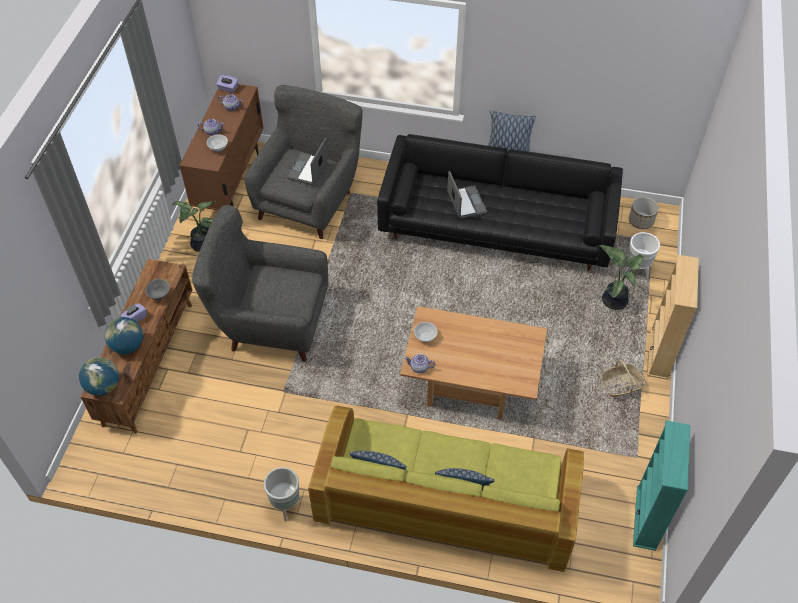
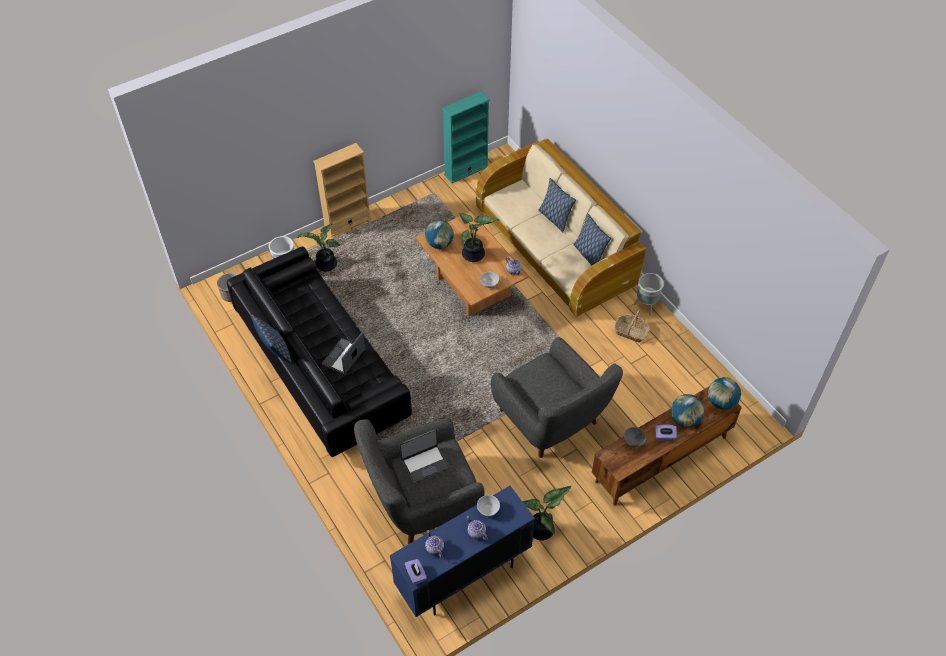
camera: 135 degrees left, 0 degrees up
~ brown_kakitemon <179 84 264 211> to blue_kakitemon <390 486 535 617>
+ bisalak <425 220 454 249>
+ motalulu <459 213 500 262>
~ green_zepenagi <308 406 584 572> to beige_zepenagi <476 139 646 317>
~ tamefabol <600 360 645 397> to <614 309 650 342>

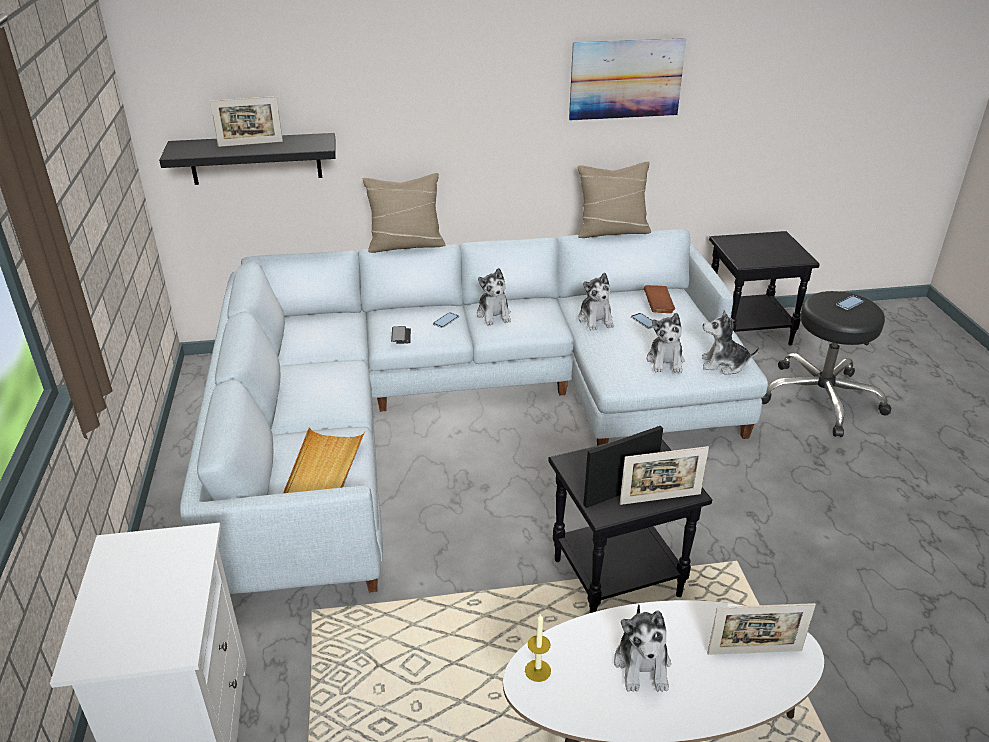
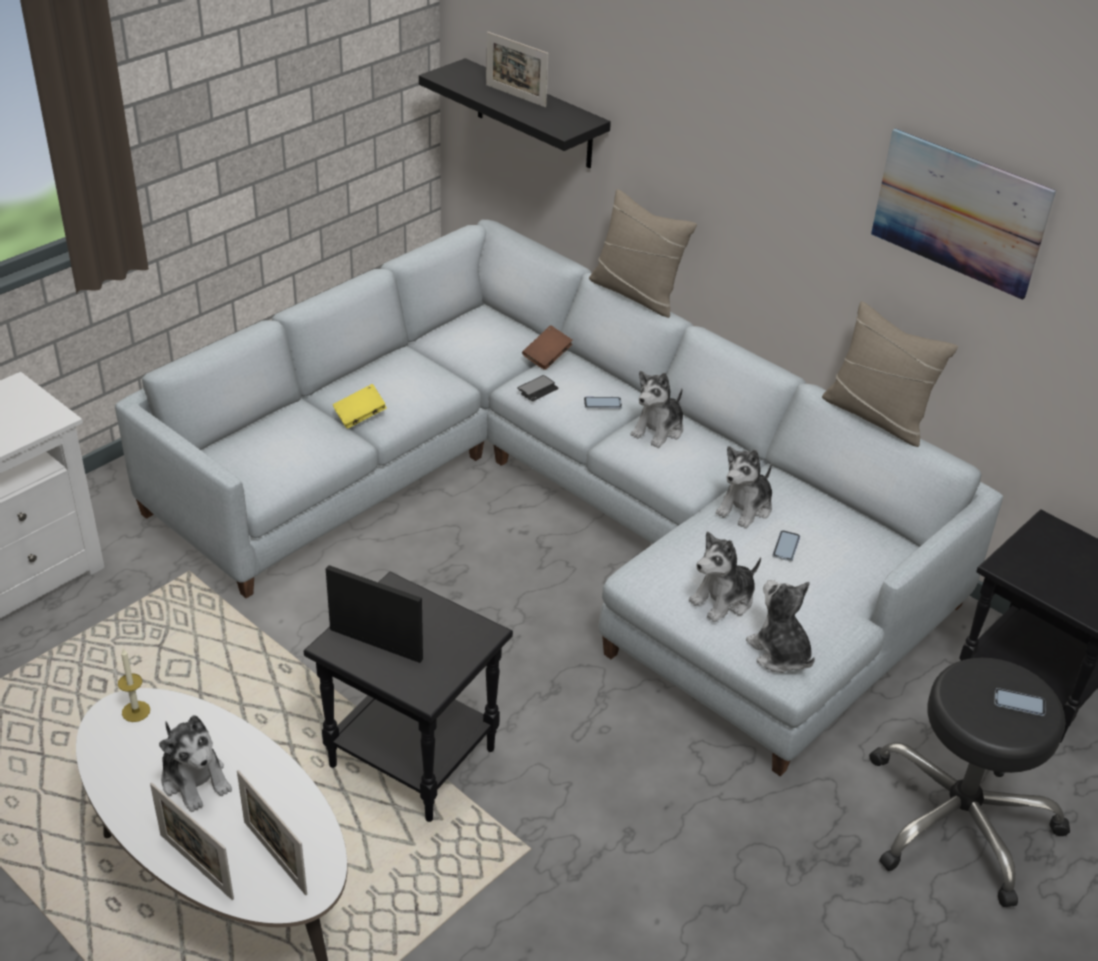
camera: 50 degrees right, 5 degrees up
~ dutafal <620 446 709 505> to <150 783 234 900>
~ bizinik <614 604 671 692> = <159 715 232 812> 90 degrees counterclockwise
+ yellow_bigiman <333 384 387 429>
~ brown_bigiman <644 285 675 313> to <522 325 573 370>
- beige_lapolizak <283 427 365 493>

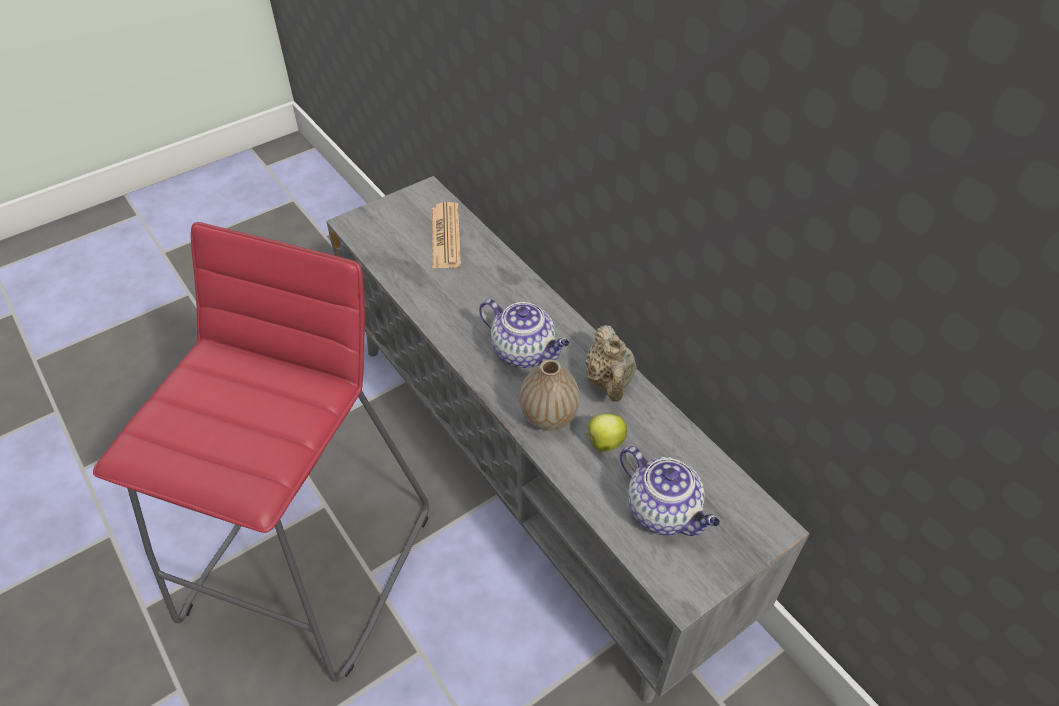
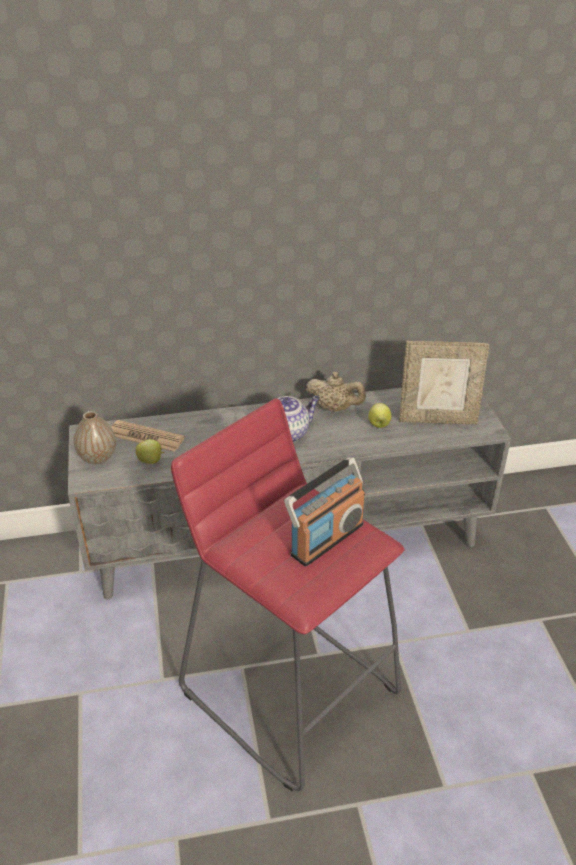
camera: 65 degrees left, 10 degrees down
~ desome <520 359 580 431> to <74 411 116 464>
+ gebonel <136 439 165 464>
+ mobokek <284 457 365 566>
~ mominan <620 446 720 536> to dutafal <399 341 490 425>

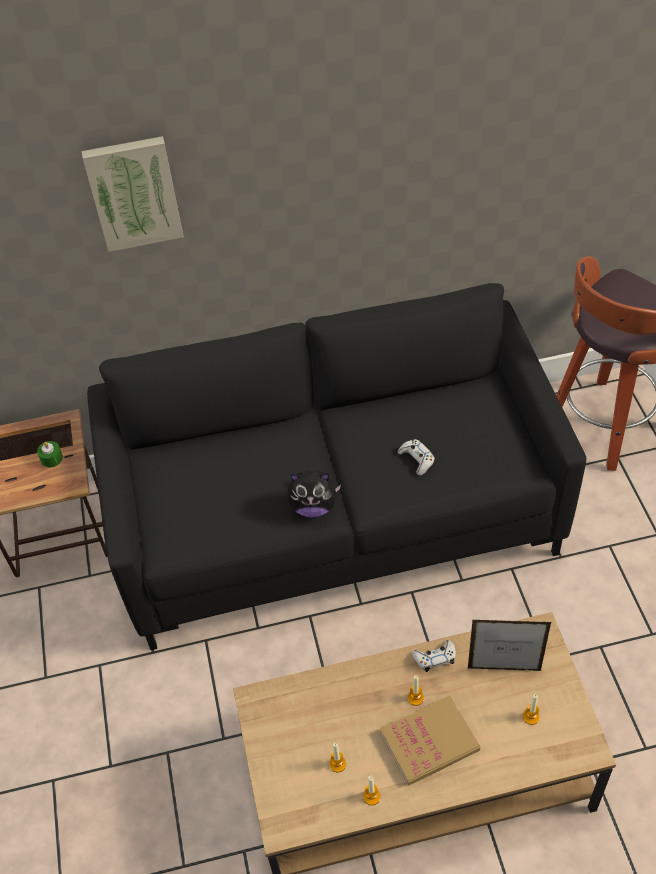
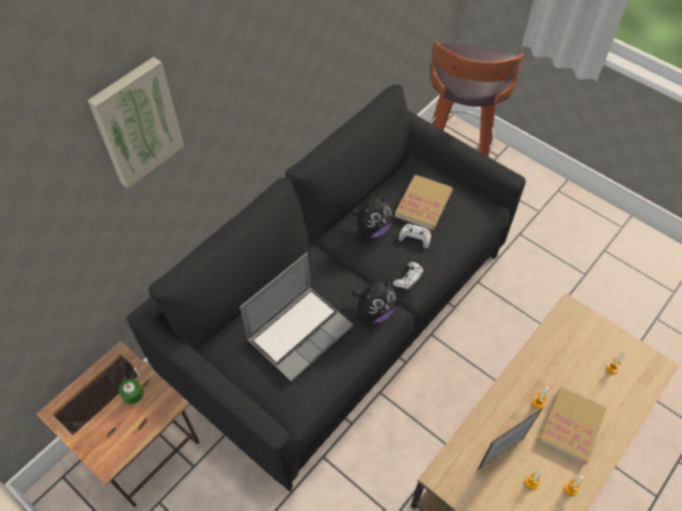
camera: 40 degrees left, 5 degrees up
+ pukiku <240 253 353 382>
+ bizinik <351 195 393 238>
~ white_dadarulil <412 640 456 672> to <393 262 424 290>
+ bigiman <395 175 453 230>
~ dutafal <468 620 551 671> to <477 408 543 470>

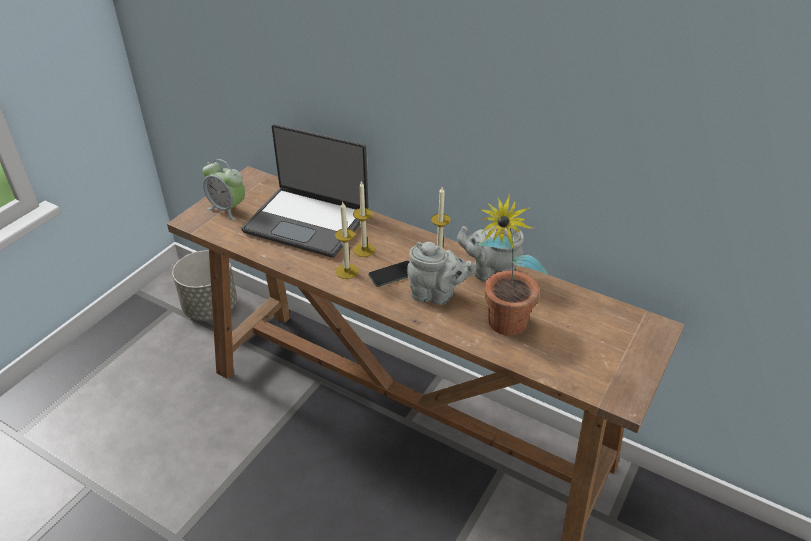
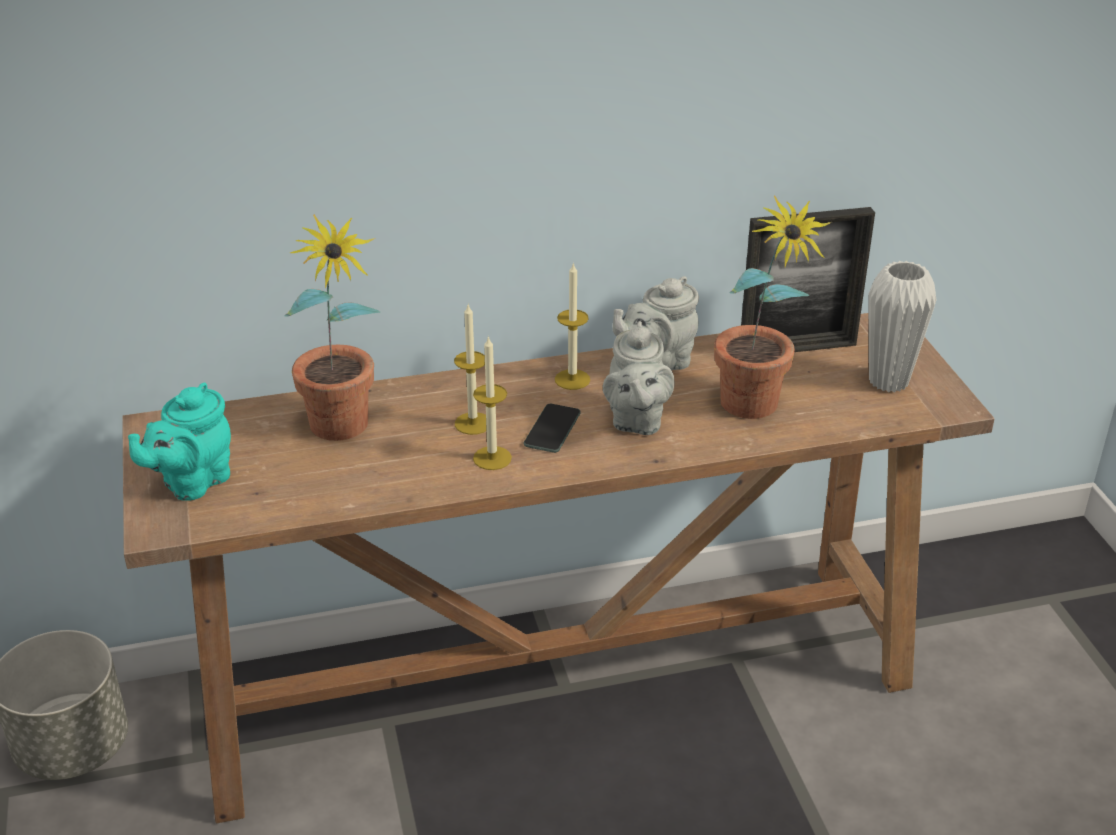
camera: 45 degrees left, 5 degrees down
~ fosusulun <203 159 245 220> to turquoise_mominan <128 383 231 501>
~ pukiku <241 124 368 258> to motalulu <284 214 380 441>
~ grey_mominan <407 242 476 305> = <603 321 675 435> 120 degrees clockwise
+ dutafal <741 207 875 352>
+ white_desome <869 261 936 392>

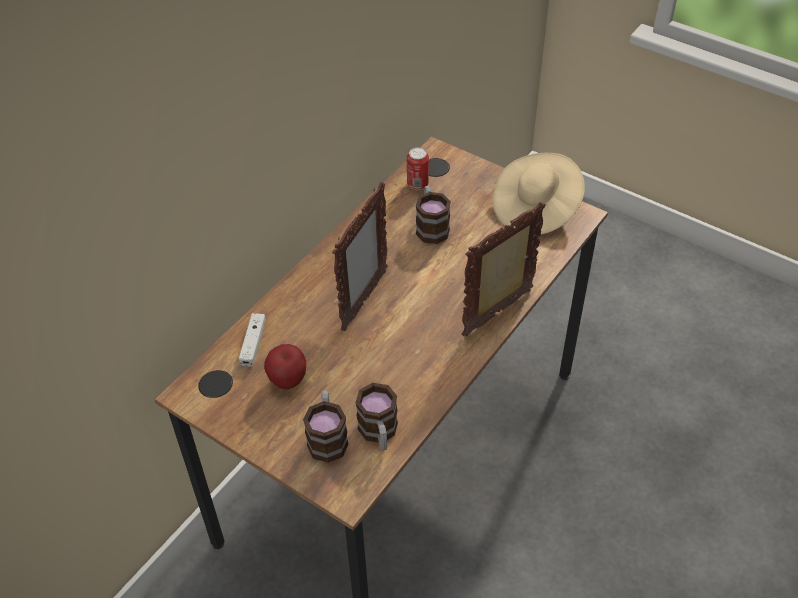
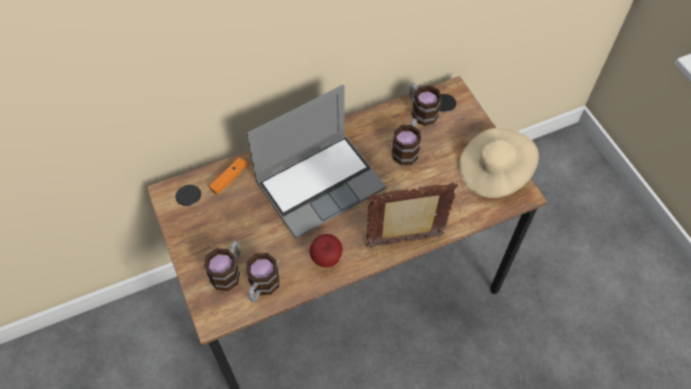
camera: 30 degrees right, 10 degrees up
~ white_dadarulil <239 313 266 367> to orange_dadarulil <209 157 247 195>
~ dutafal <332 182 388 331> to pukiku <247 85 386 239>
~ gebonel <264 344 306 389> to <309 234 343 268>
~ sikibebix <407 147 429 190> to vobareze <409 83 442 126>

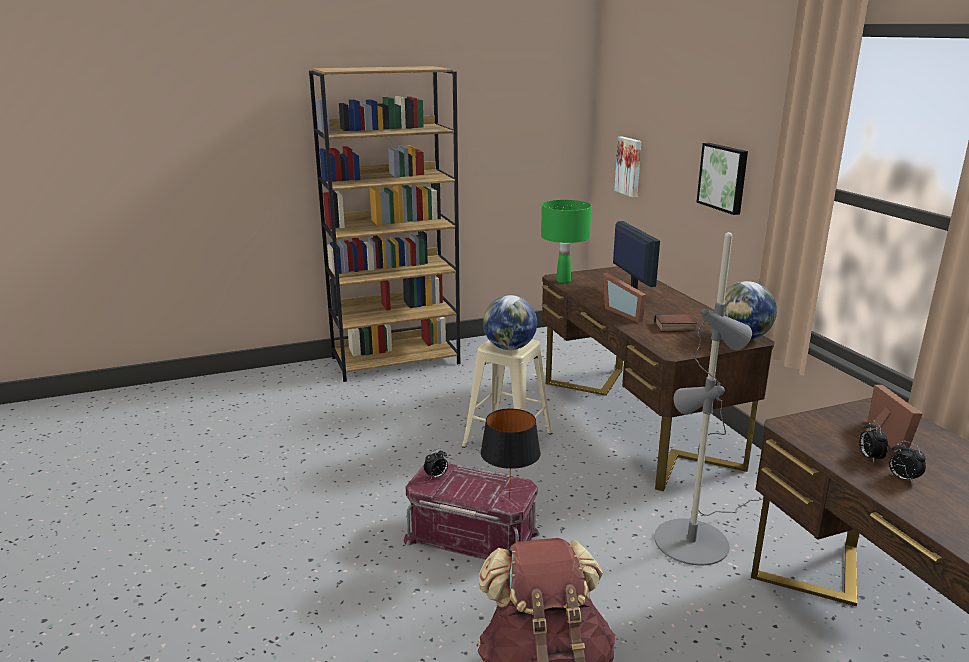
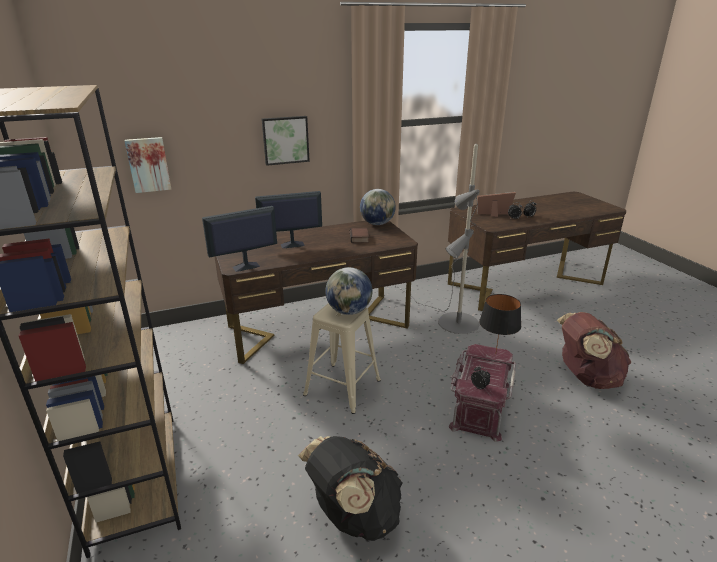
camera: 90 degrees left, 5 degrees up
~ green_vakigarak <541 200 592 283> to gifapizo <202 206 277 272>
+ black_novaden <298 436 403 541>
- dutafal <603 273 646 323>

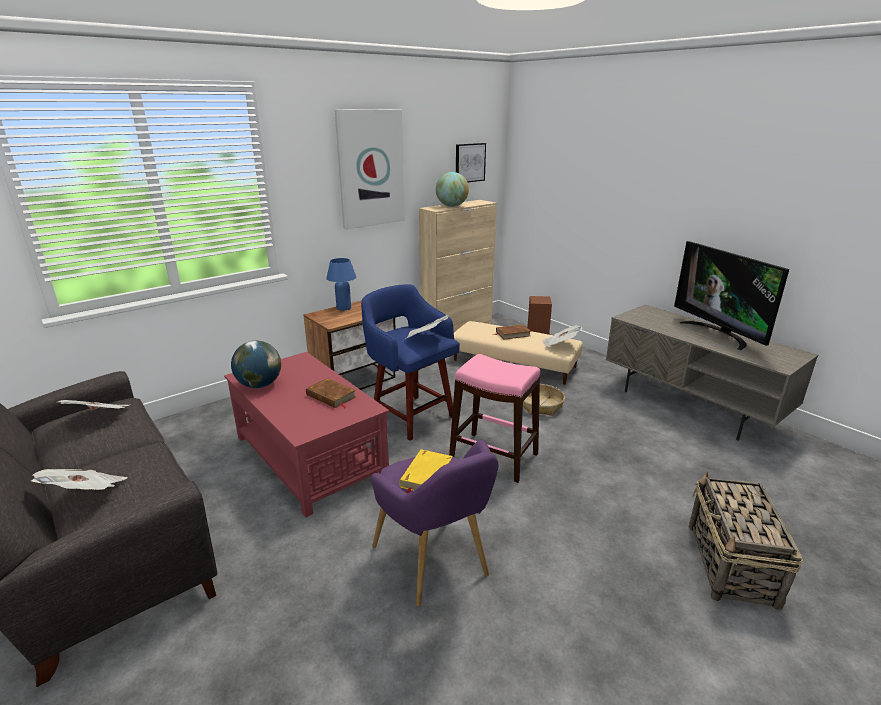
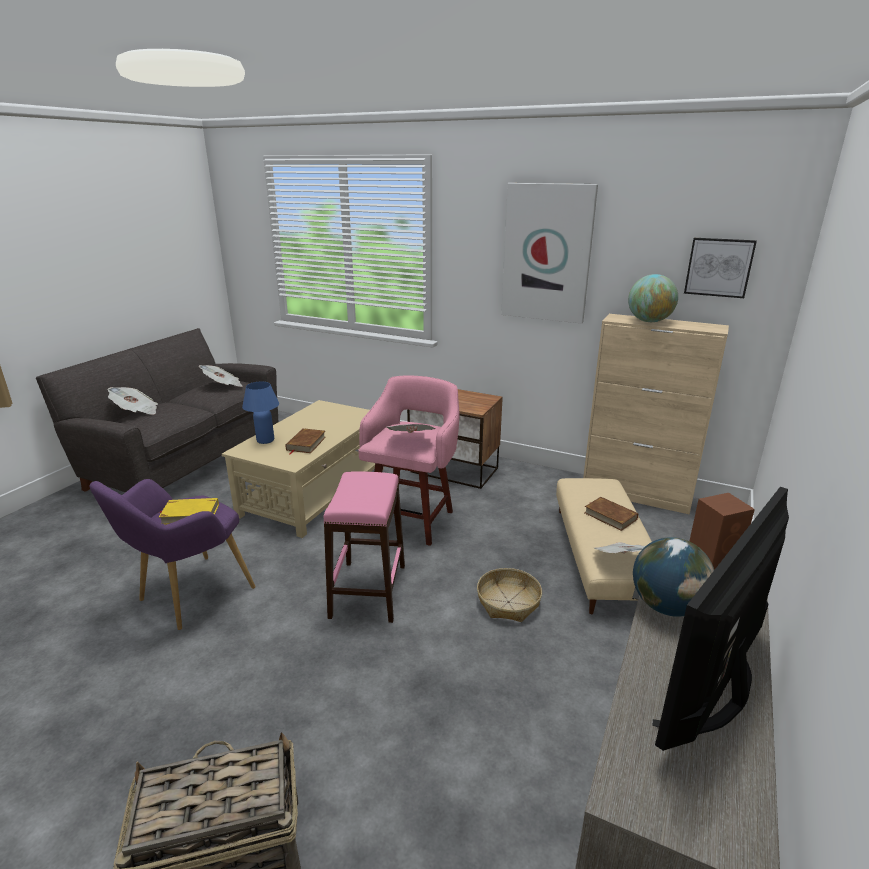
camera: 65 degrees right, 0 degrees up
~ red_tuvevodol <224 352 389 517> to beige_tuvevodol <222 400 384 538>
~ blue_vakigarak <326 258 356 310> to <242 382 279 444>
~ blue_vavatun <361 284 460 441> to pink_vavatun <358 375 460 546>
~ bisalak <231 341 281 388> to <633 537 714 617>

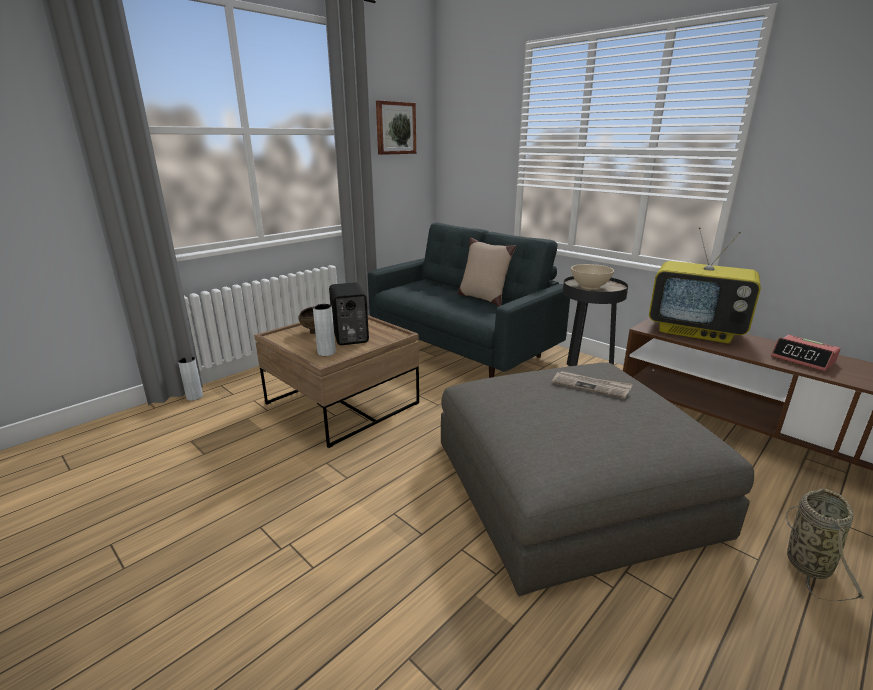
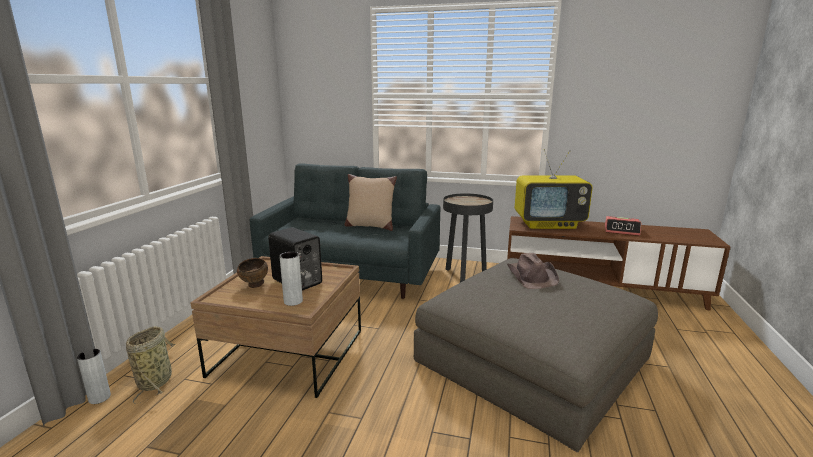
camera: 30 degrees left, 5 degrees down
~ tamefabol <786 489 865 601> to <126 326 175 404>
~ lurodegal <552 371 633 399> to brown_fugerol <507 253 559 289>
- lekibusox <376 100 416 155>
- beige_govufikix <571 264 614 289>

